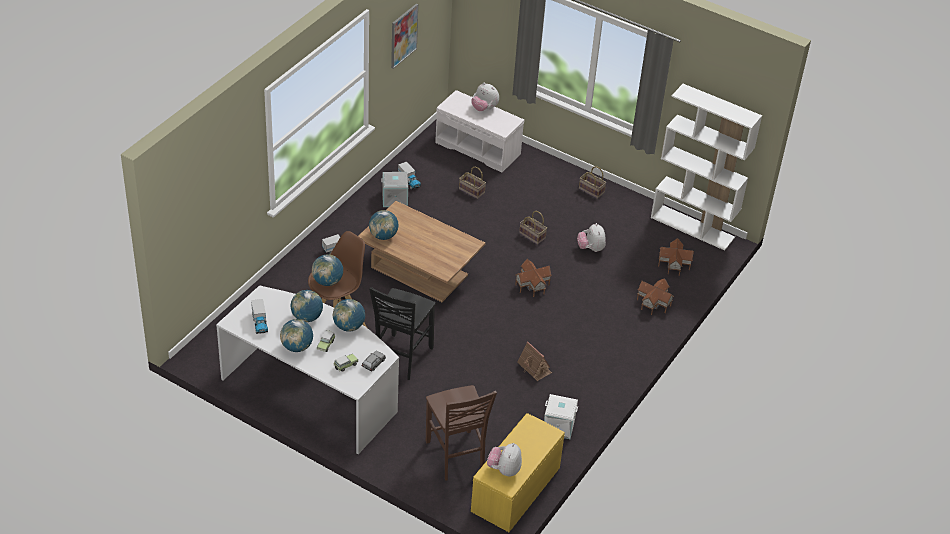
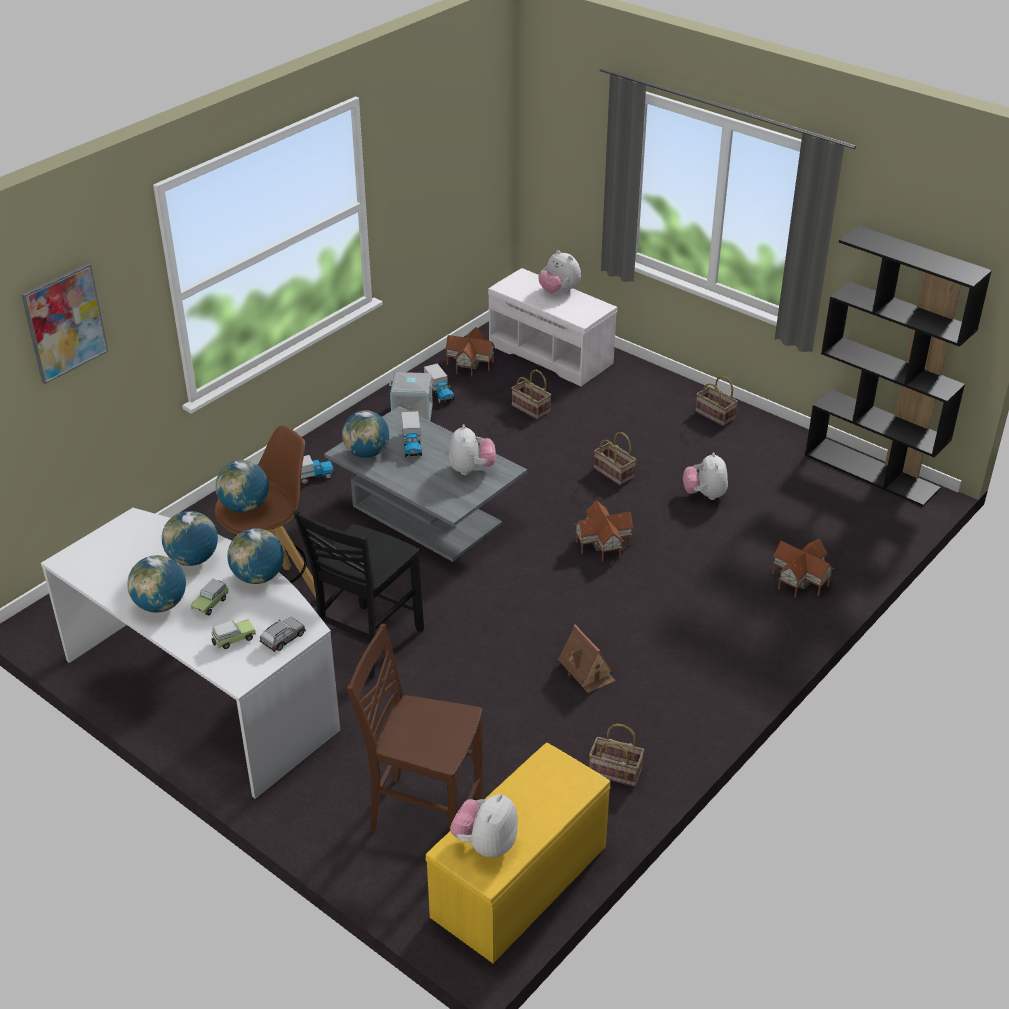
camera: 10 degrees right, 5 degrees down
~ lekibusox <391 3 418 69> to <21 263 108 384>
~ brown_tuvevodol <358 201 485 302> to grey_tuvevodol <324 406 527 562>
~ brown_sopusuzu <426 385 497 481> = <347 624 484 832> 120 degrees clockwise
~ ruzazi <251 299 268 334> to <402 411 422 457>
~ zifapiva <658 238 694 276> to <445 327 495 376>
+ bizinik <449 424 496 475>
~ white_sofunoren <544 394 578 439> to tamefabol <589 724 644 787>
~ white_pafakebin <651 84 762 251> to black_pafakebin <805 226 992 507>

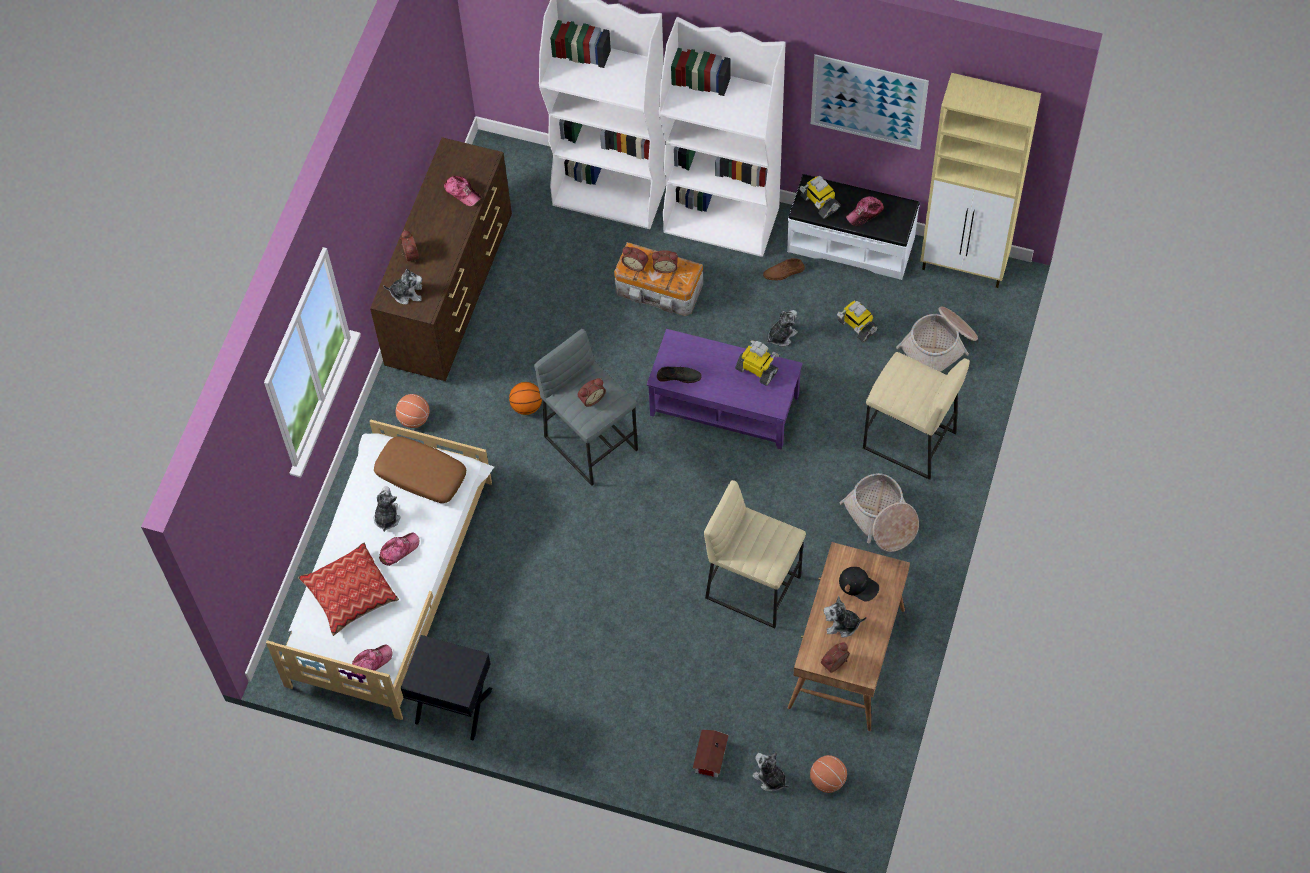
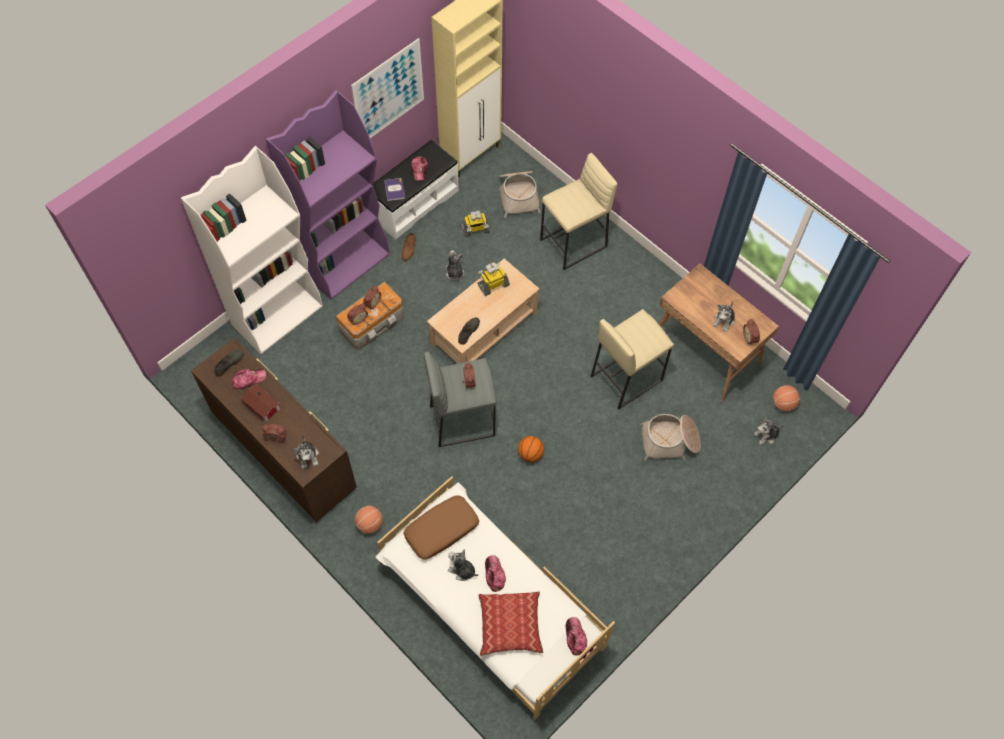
camera: 65 degrees left, 0 degrees up
+ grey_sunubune <214 350 244 377>
~ zifapiva <693 730 728 778> to <241 384 280 422>
~ white_pafakebin <659 17 786 257> to purple_pafakebin <266 90 390 300>
~ bizinik <383 269 422 305> = <293 435 319 469> 135 degrees clockwise
~ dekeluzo <799 176 841 219> to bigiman <384 178 405 201>
~ purple_tuvevodol <647 329 803 450> to beige_tuvevodol <427 258 540 364>
~ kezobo <509 382 542 415> to <518 436 544 462>
~ tamefabol <839 473 919 552> to <640 414 701 461>
- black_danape <401 635 492 741>
- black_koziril <839 567 879 602>

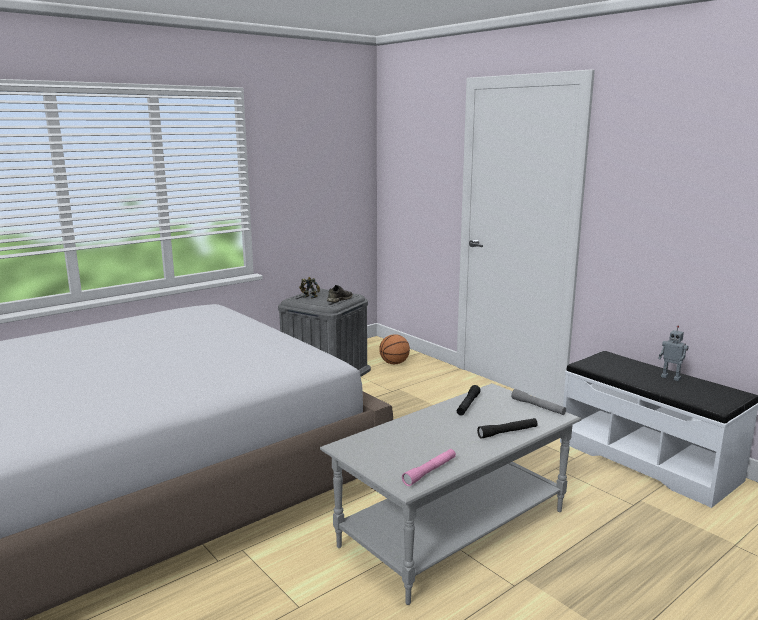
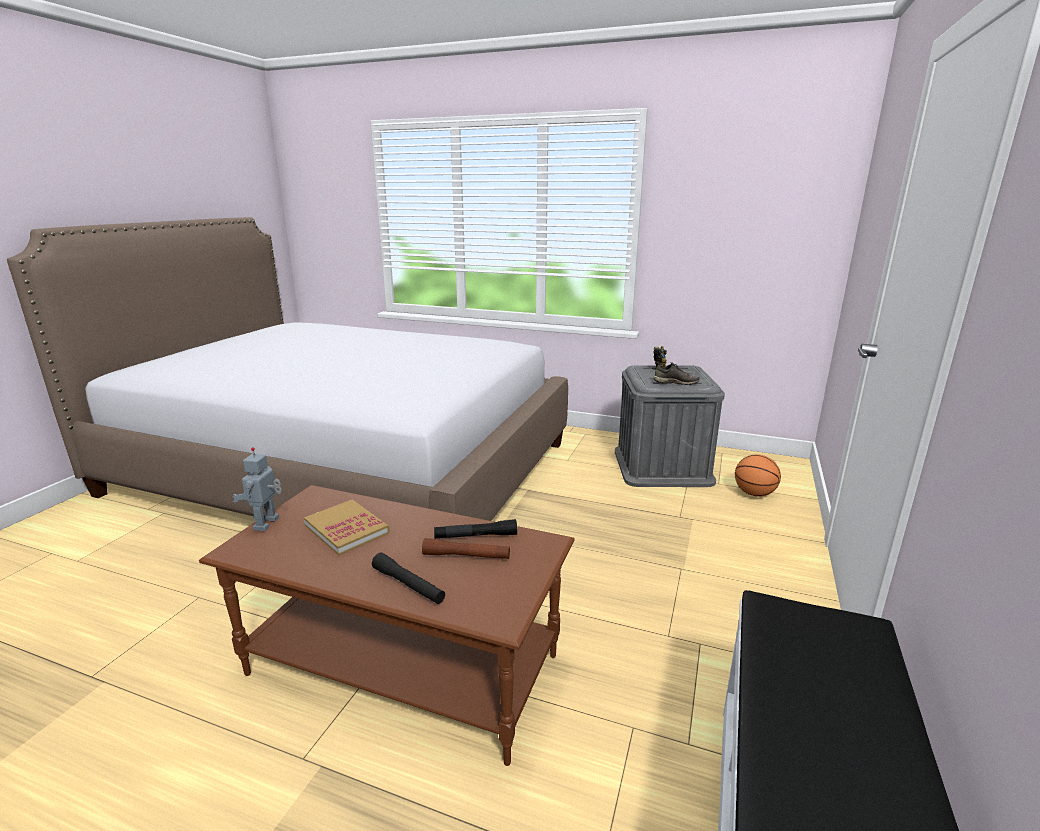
camera: 60 degrees right, 5 degrees up
~ grey_tuvevodol <320 383 581 605> to brown_tuvevodol <199 485 575 766>
~ dekeluzo <658 326 688 381> to <232 447 282 531>
+ bigiman <304 500 390 555>
+ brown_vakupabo <422 538 510 559>
- pink_vakupabo <402 449 456 486>
- grey_vakupabo <511 389 566 415>

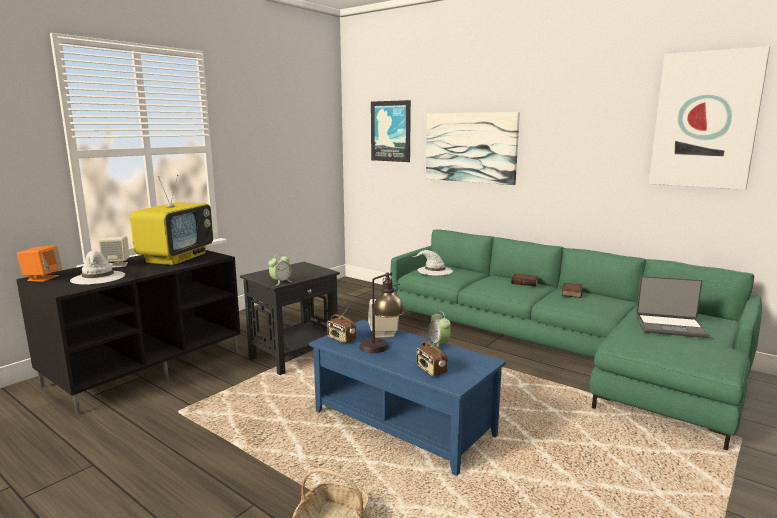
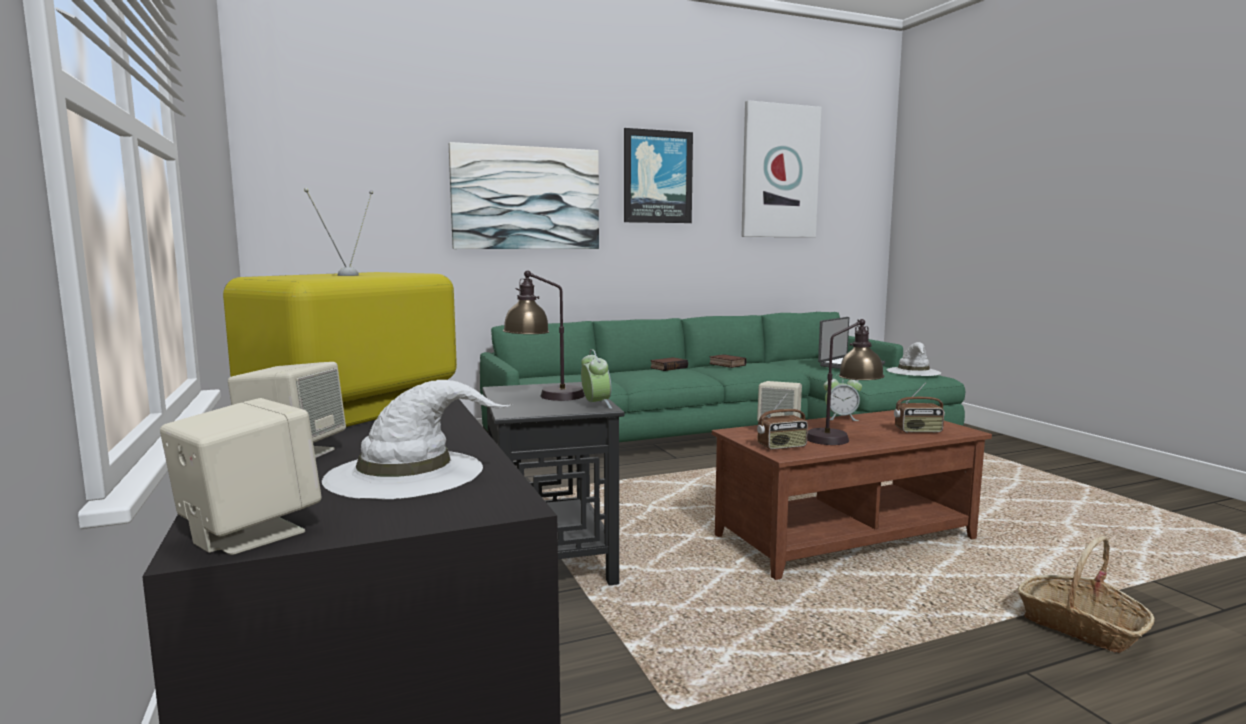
camera: 60 degrees left, 5 degrees down
~ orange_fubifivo <17 245 62 282> to beige_fubifivo <160 398 322 555>
~ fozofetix <130 175 213 265> = <223 188 457 427> 105 degrees counterclockwise
+ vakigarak <503 270 585 401>
~ lekibusox <371 100 411 162> to <624 128 693 223>
~ blue_tuvevodol <309 320 506 476> to brown_tuvevodol <712 410 992 580>
~ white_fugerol <411 250 453 276> to <887 342 941 376>

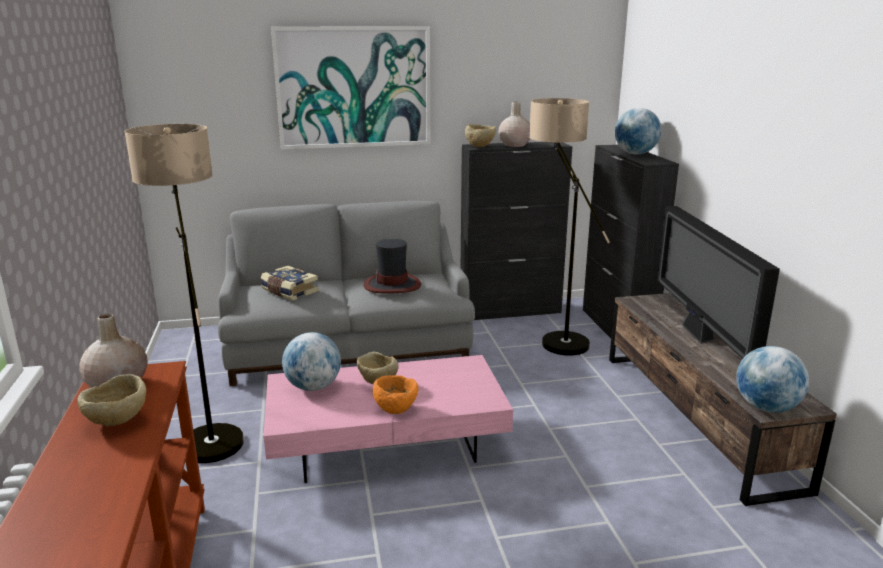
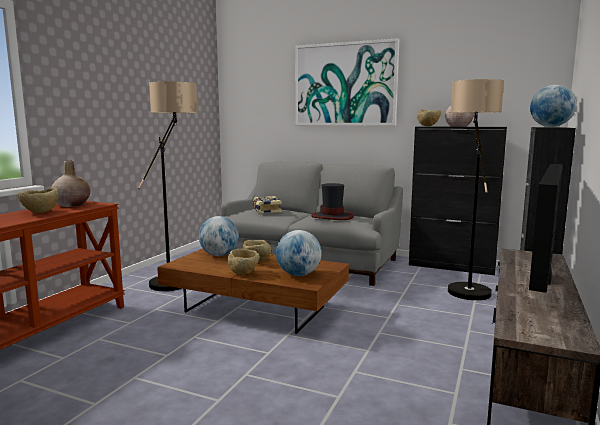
camera: 35 degrees right, 10 degrees down
~ pink_tuvevodol <264 355 513 483> to brown_tuvevodol <157 249 349 334>
~ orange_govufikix <373 375 418 414> to beige_govufikix <228 249 260 275>
~ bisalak <736 346 809 413> to <276 230 322 276>

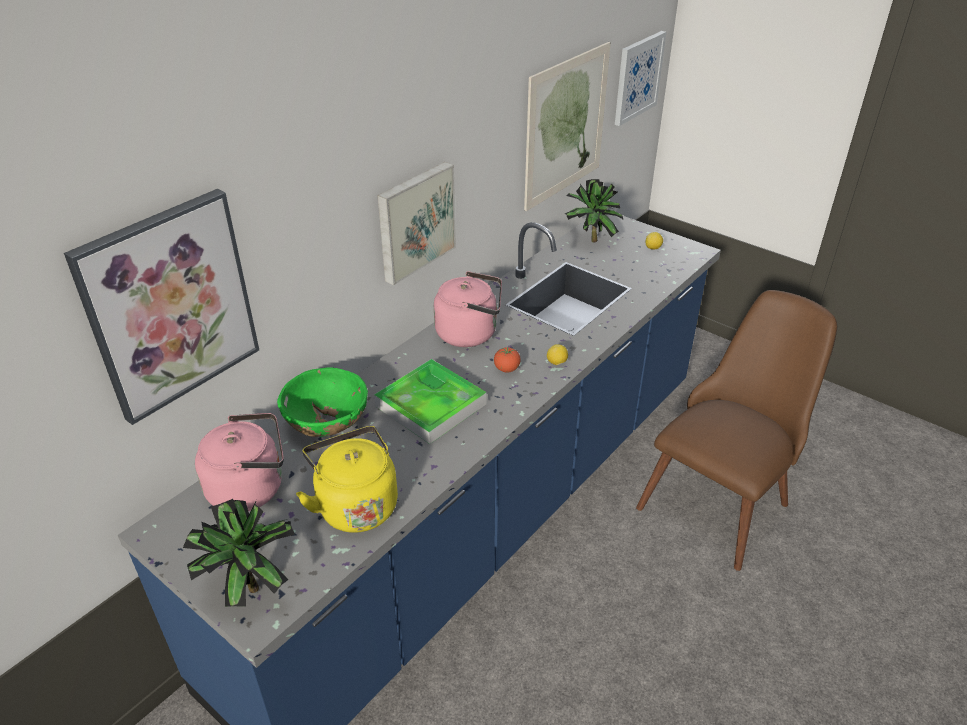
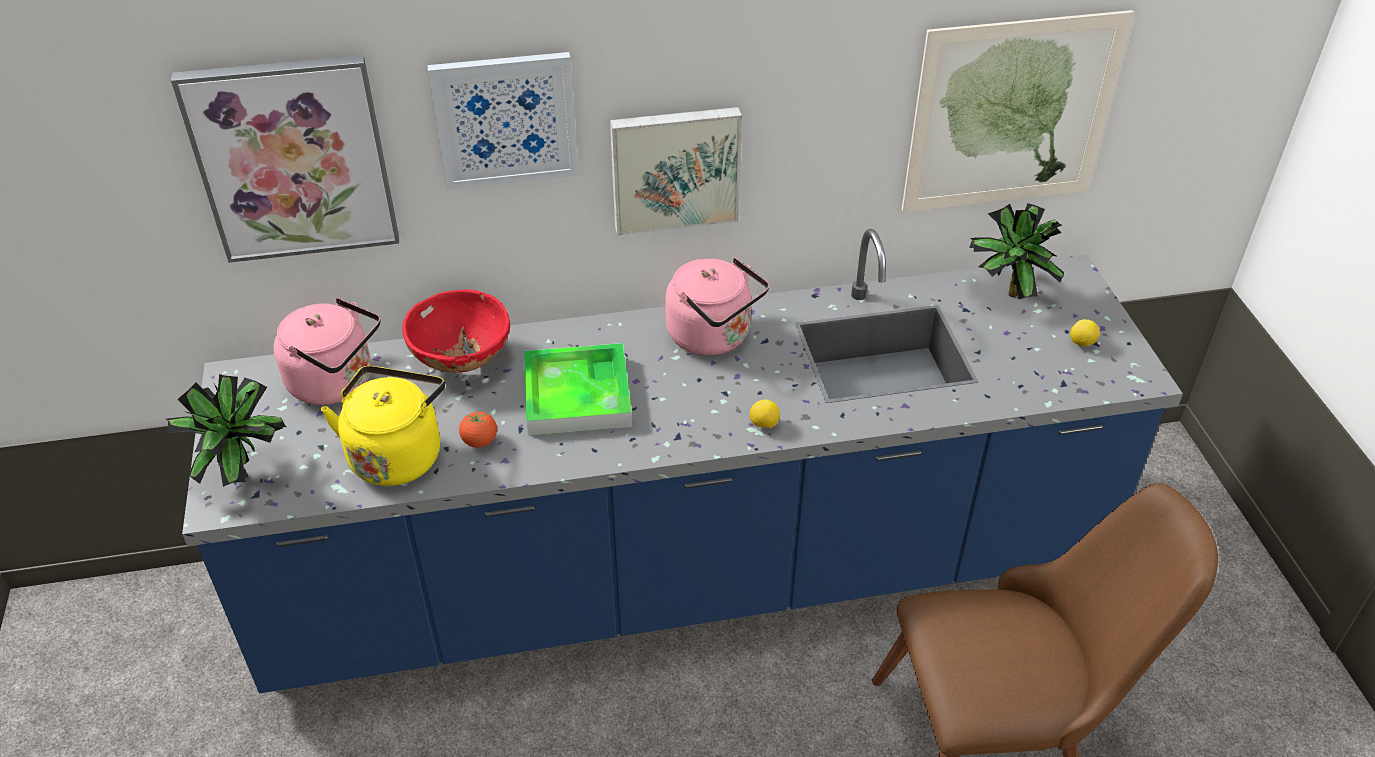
camera: 40 degrees right, 5 degrees up
~ green_govufikix <277 367 368 437> to red_govufikix <402 289 510 372>
~ lekibusox <615 31 667 126> to <428 52 579 190>
~ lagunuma <494 347 521 372> to <459 412 497 448>

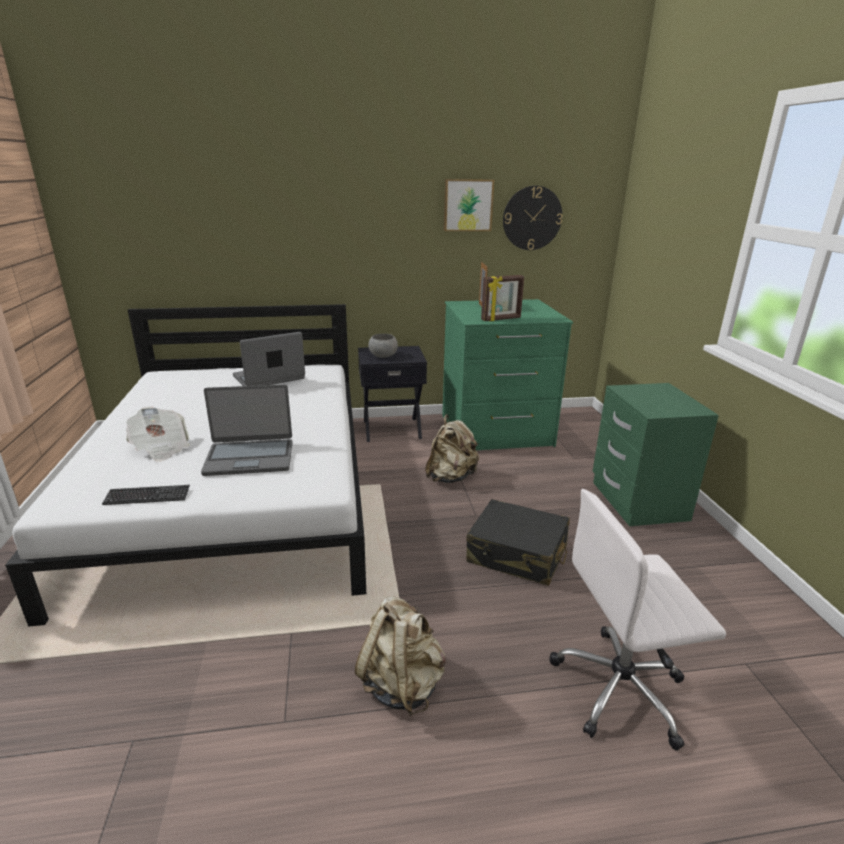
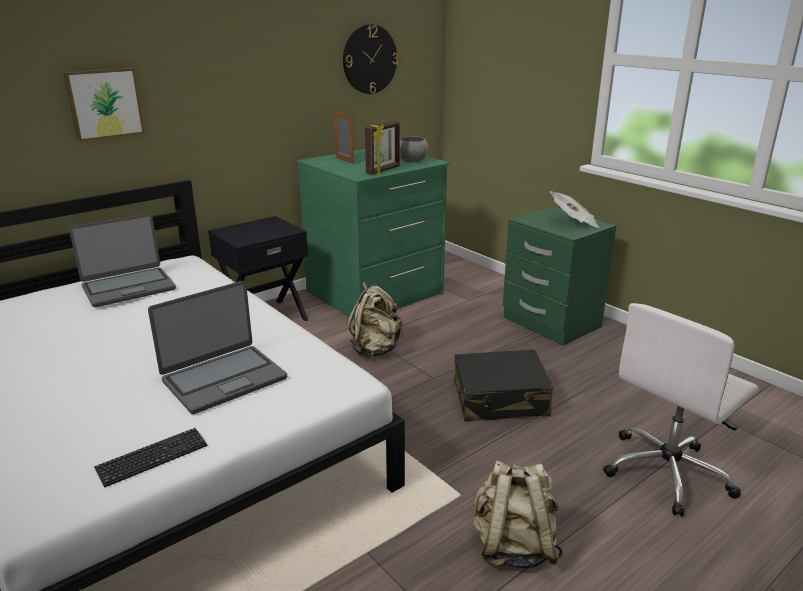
camera: 30 degrees left, 0 degrees up
~ lekibusox <444 179 494 231> to <63 68 145 141>
~ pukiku <233 332 305 386> = <69 214 176 307> 150 degrees counterclockwise
~ grey_govufikix <368 334 398 358> to <400 136 429 163>
~ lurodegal <126 407 190 462> to <550 191 599 228>

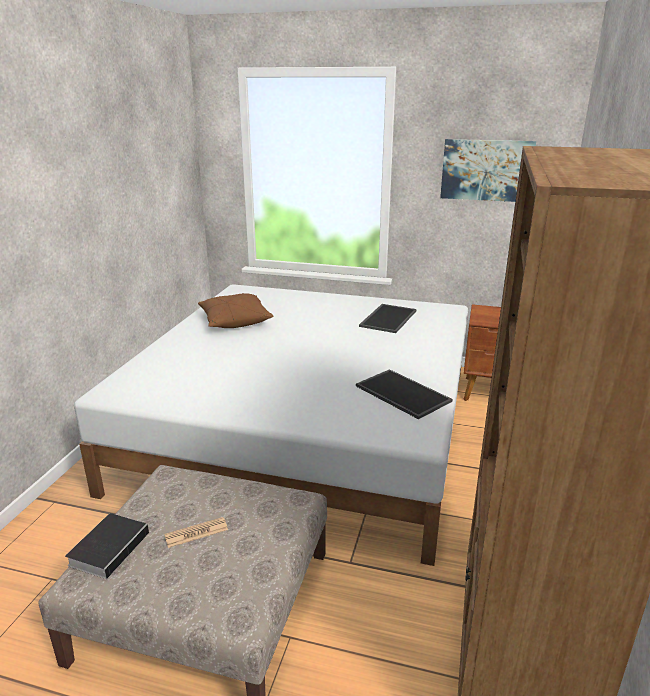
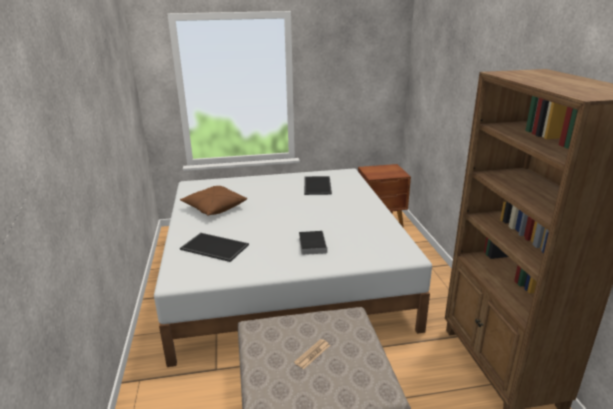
camera: 25 degrees left, 0 degrees up
~ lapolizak <356 369 452 419> to <180 233 249 262>
~ bigiman <65 513 154 579> to <299 231 327 255>
- lekibusox <440 139 536 202>

